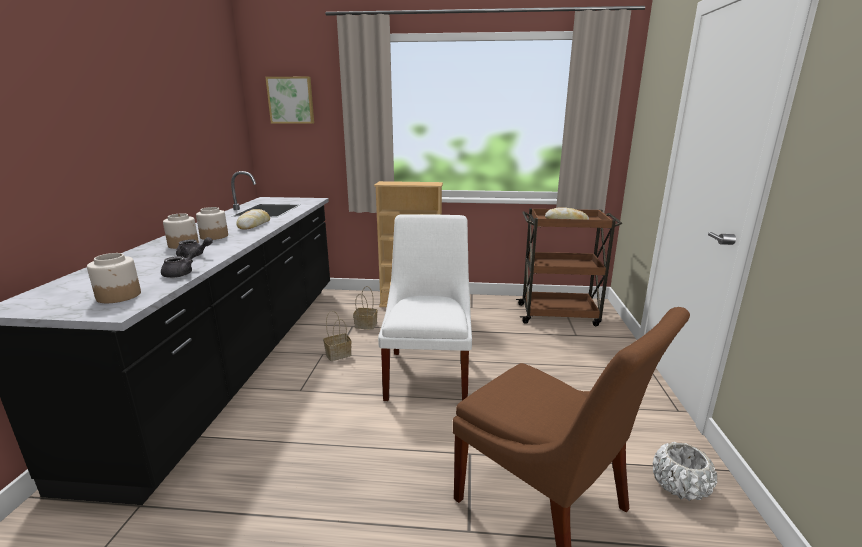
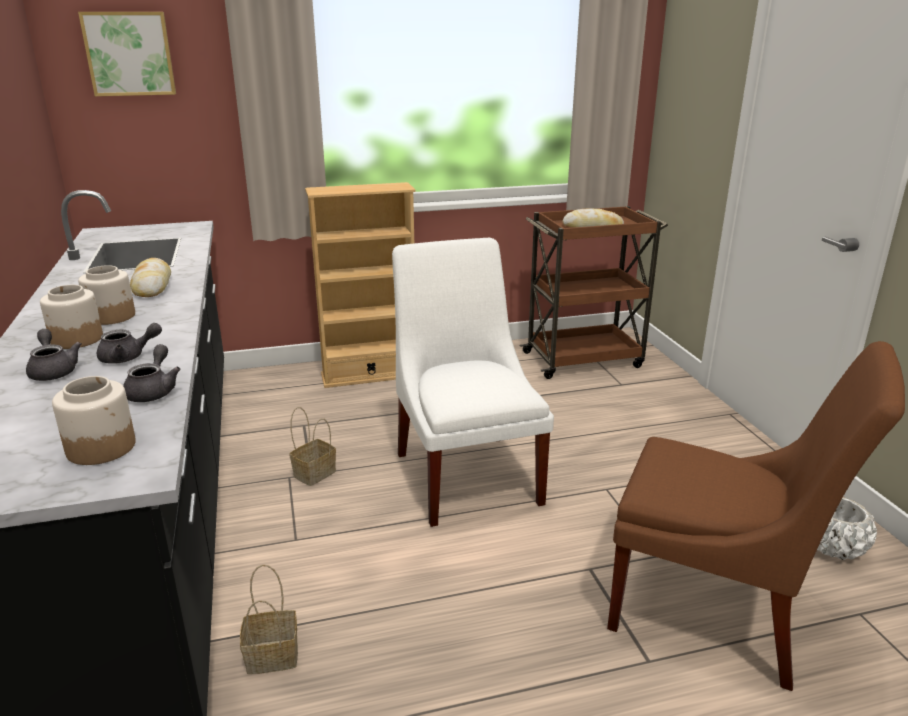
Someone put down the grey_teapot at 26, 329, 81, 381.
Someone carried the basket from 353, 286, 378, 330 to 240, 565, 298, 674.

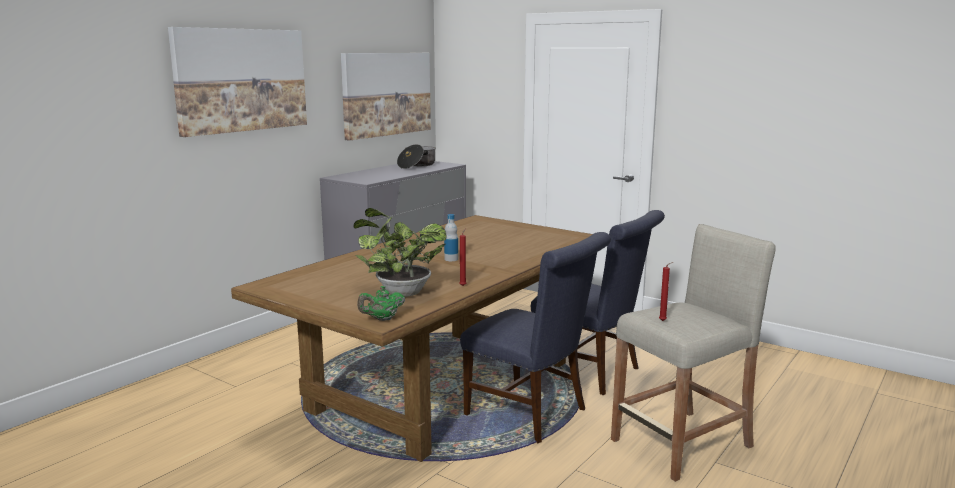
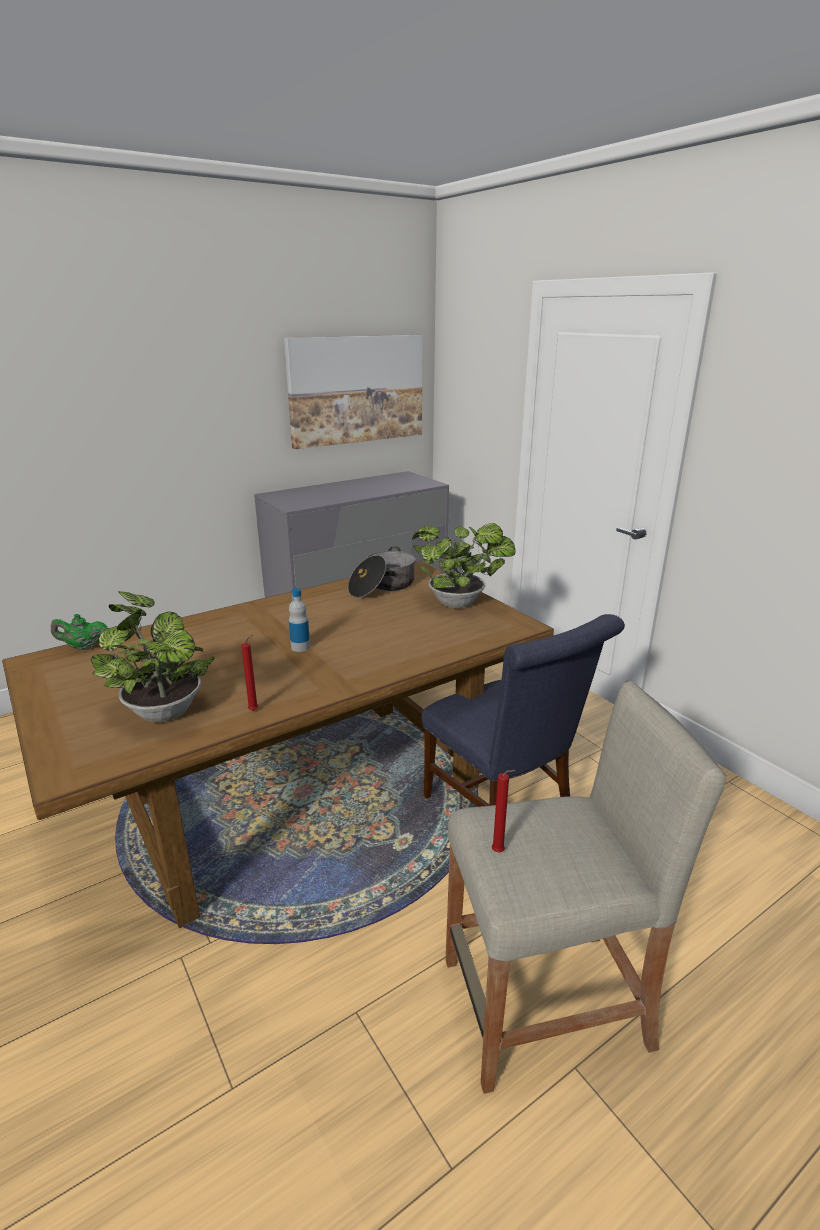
Someone took away the picture at 168, 27, 307, 137.
Someone took away the blue_chair at 460, 232, 611, 443.
Someone put down the potted_plant at 412, 523, 516, 608.
Someone carried the green_teapot from 357, 286, 405, 321 to 51, 614, 108, 650.
Someone carried the cooking_pot from 397, 144, 436, 169 to 348, 547, 416, 598.

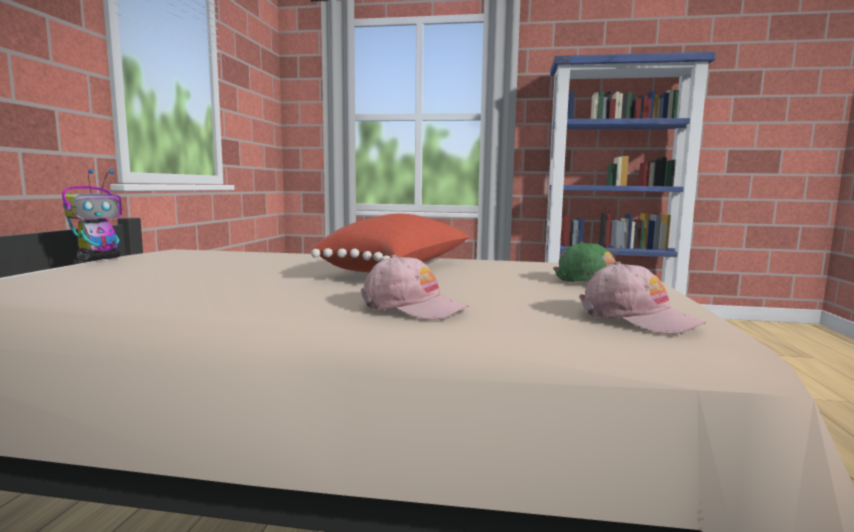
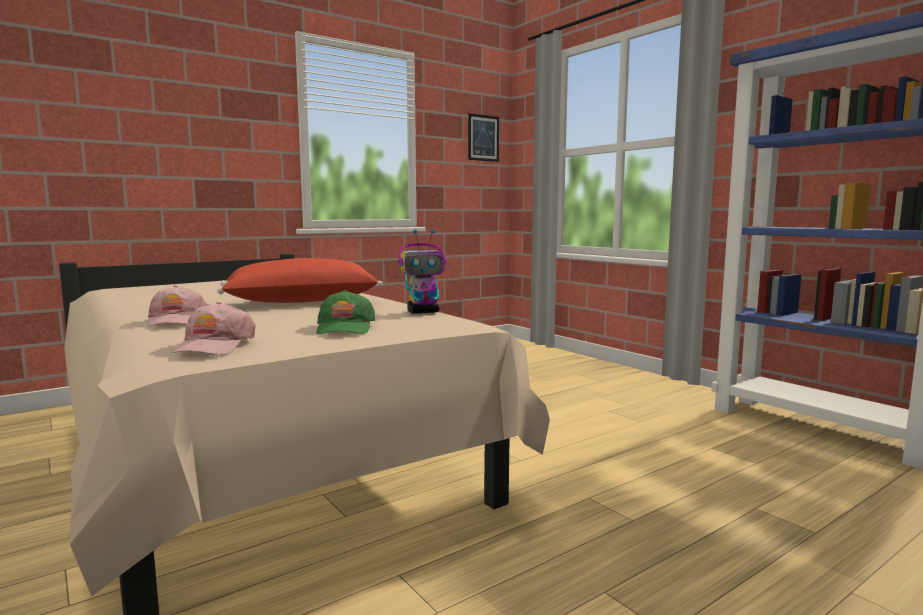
Someone put up the picture at 468, 113, 499, 162.
Someone carried the toy_robot from 62, 169, 122, 261 to 398, 229, 446, 314.

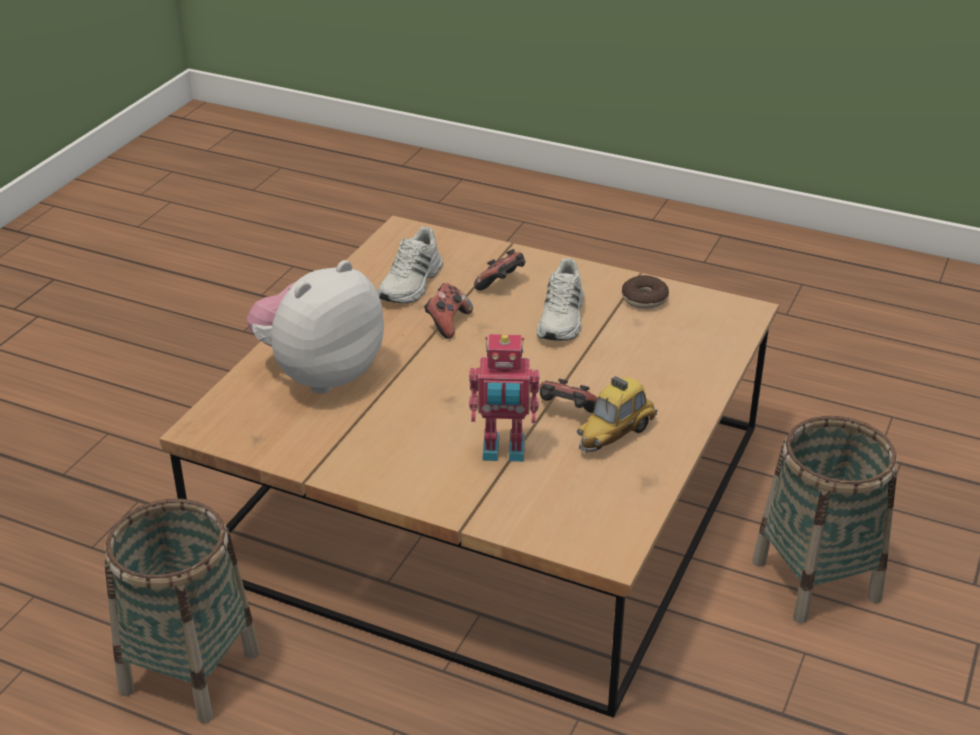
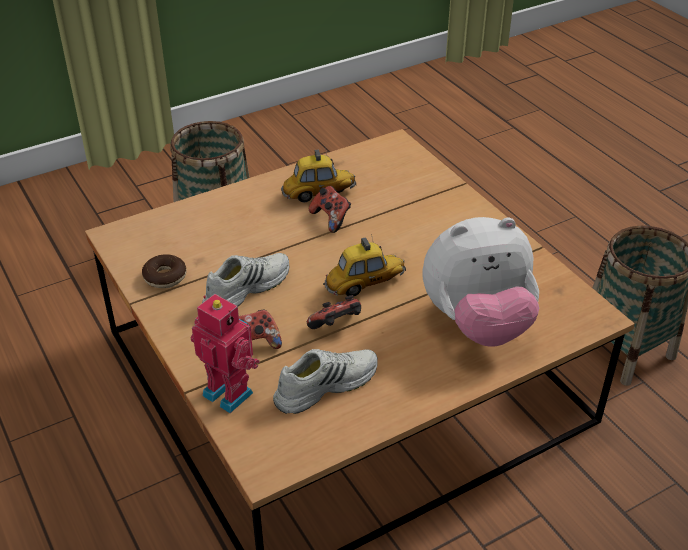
Someone put down the toy_car at 323, 234, 406, 296.
Someone carried the toy_robot from 469, 334, 540, 462 to 191, 294, 260, 413.

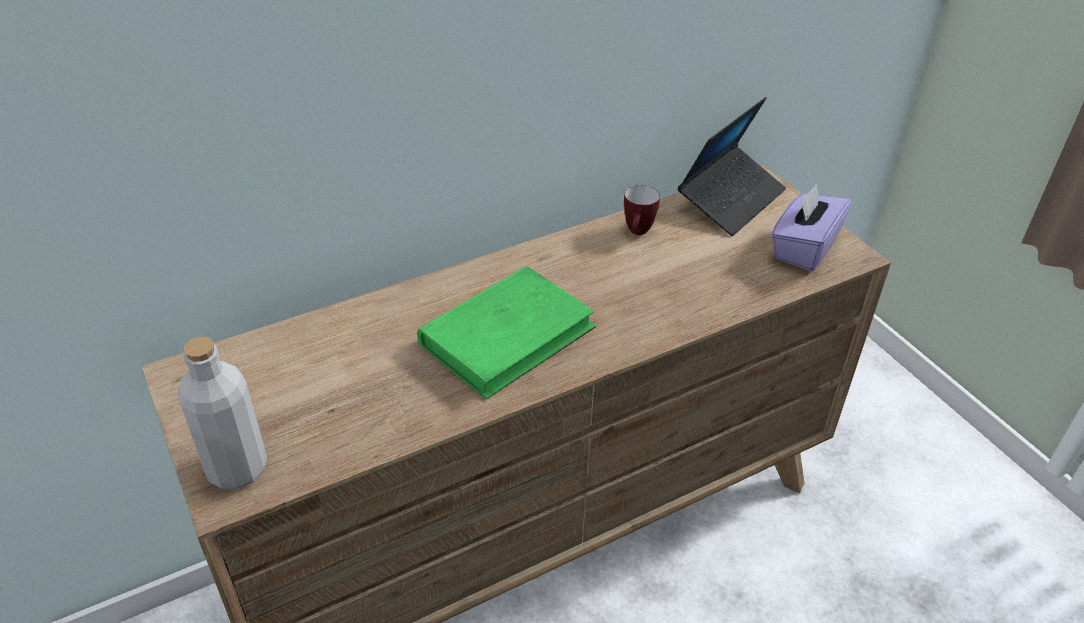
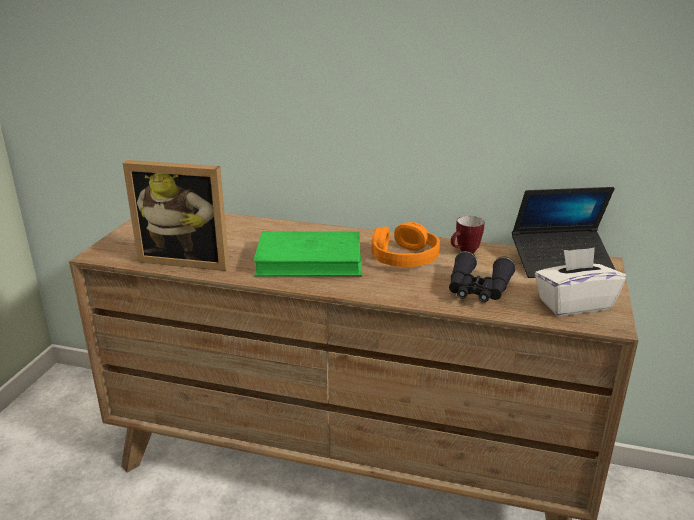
Someone took away the grey_bottle at 178, 337, 267, 489.
Someone put down the picture_frame at 123, 160, 229, 271.
Someone put down the orange_headphones at 371, 222, 440, 267.
Someone put down the black_binoculars at 449, 251, 516, 302.
Someone repainted the purple_tissue_box at 771, 183, 851, 271, which became the white_tissue_box at 535, 247, 626, 316.

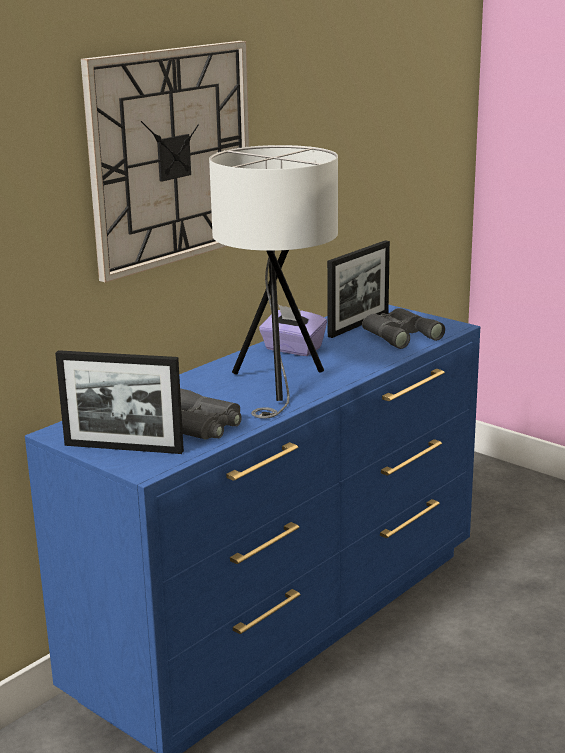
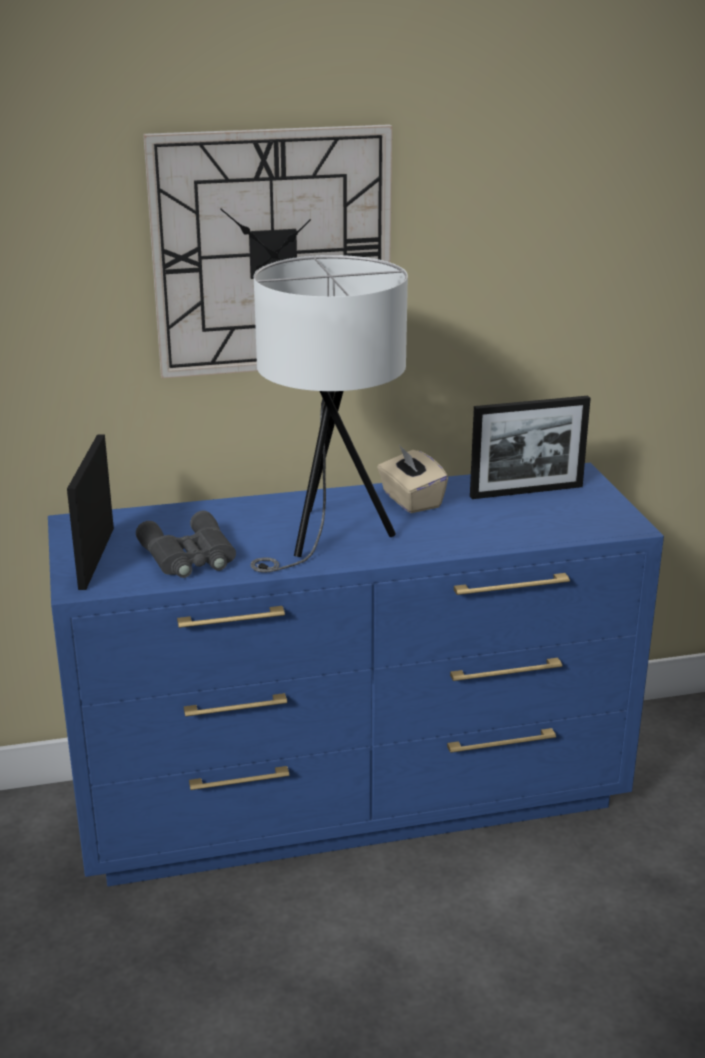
Someone took away the grey_binoculars at 362, 308, 445, 349.
Someone repainted the purple_tissue_box at 259, 305, 327, 356, which became the beige_tissue_box at 377, 446, 448, 513.
Someone rotated the picture_frame at 55, 350, 184, 454 by 45 degrees clockwise.

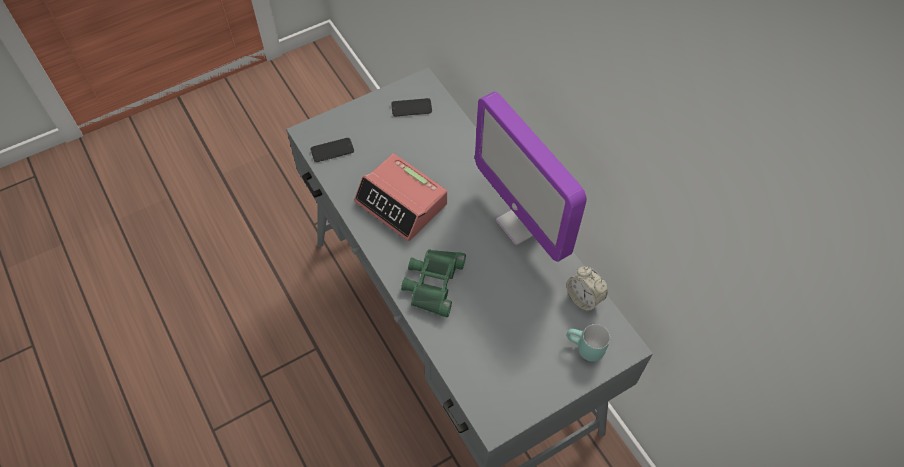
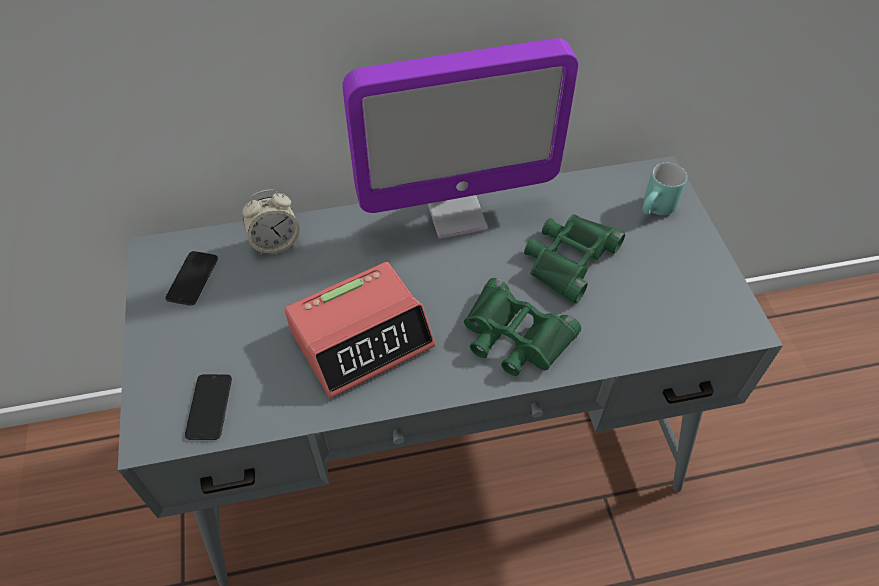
Someone put down the green_binoculars at 524, 214, 625, 303.
Someone carried the alarm_clock from 566, 266, 607, 312 to 242, 189, 300, 255.

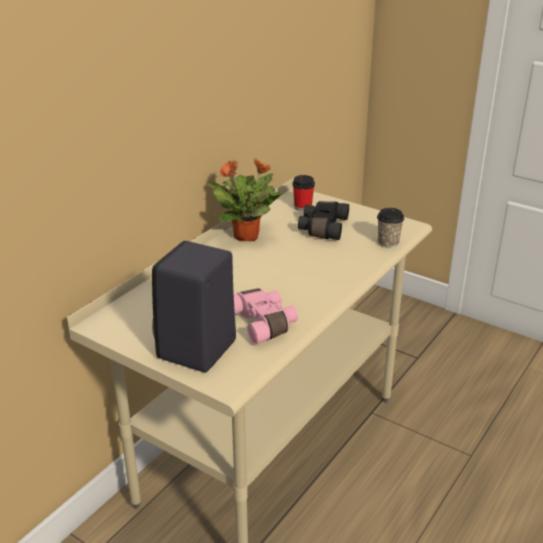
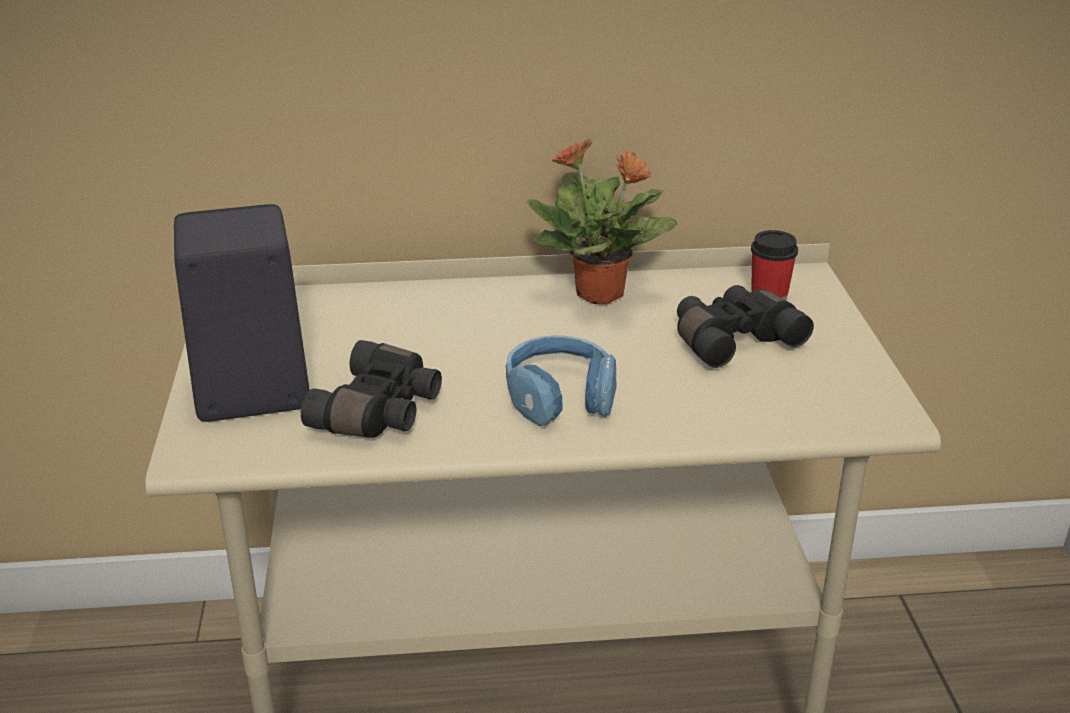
Someone took away the cup at 377, 208, 404, 248.
Someone put down the blue_headphones at 506, 335, 616, 426.
Someone repainted the pink_binoculars at 234, 288, 298, 344, which became the black_binoculars at 301, 340, 442, 438.

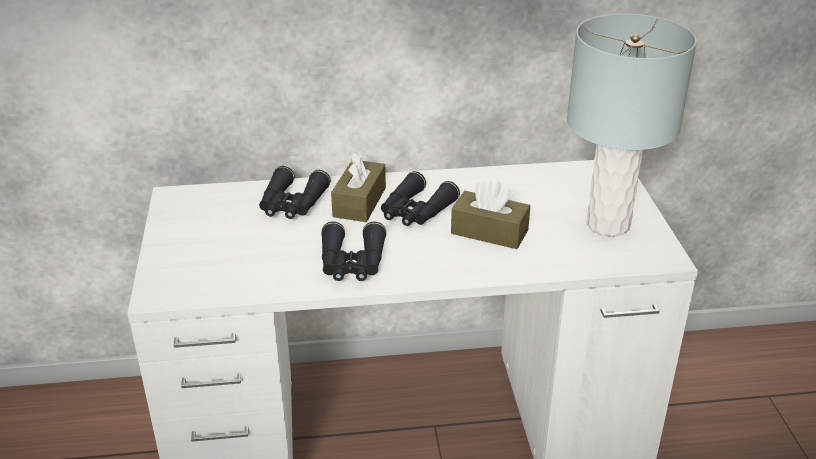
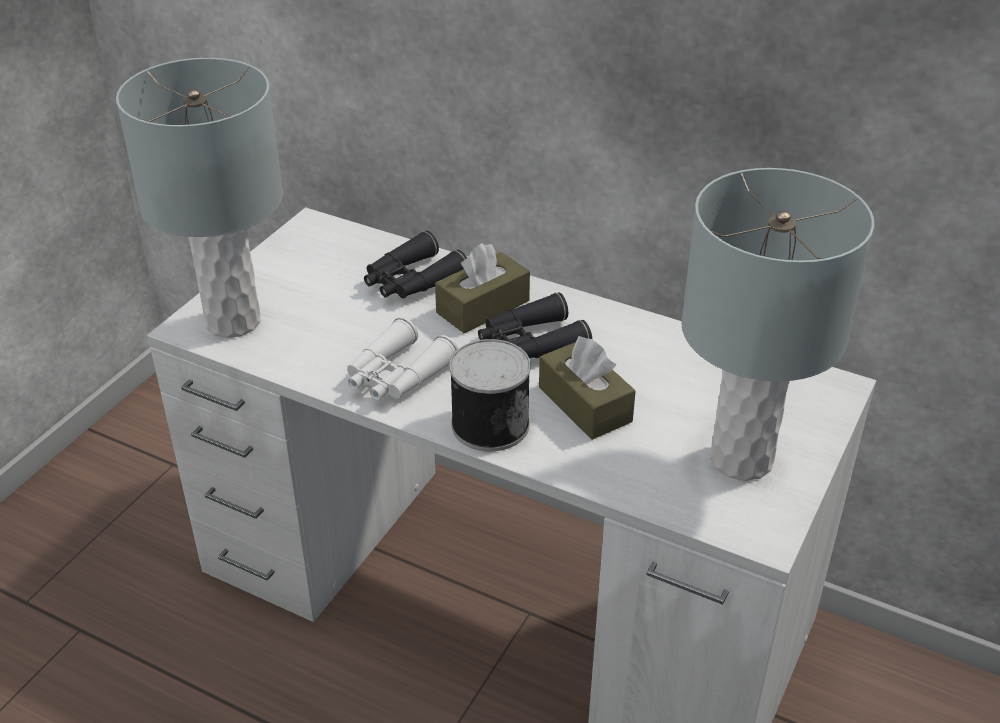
Someone put down the grey_table_lamp at 116, 58, 283, 338.
Someone put down the can at 449, 339, 531, 451.
Someone repainted the black_binoculars at 321, 222, 387, 281, which became the white_binoculars at 347, 317, 459, 400.

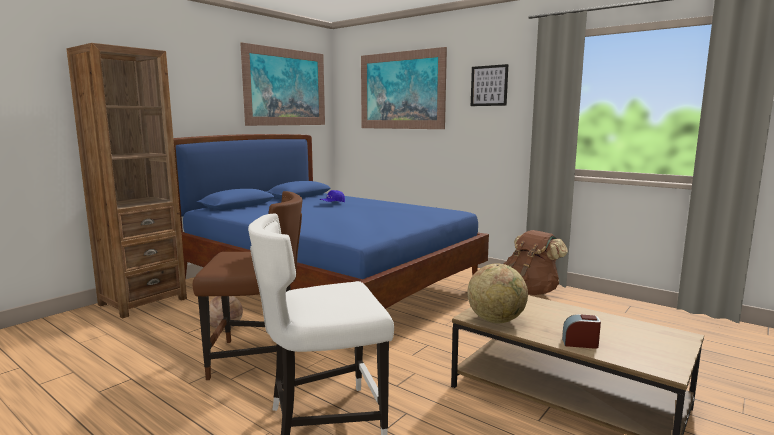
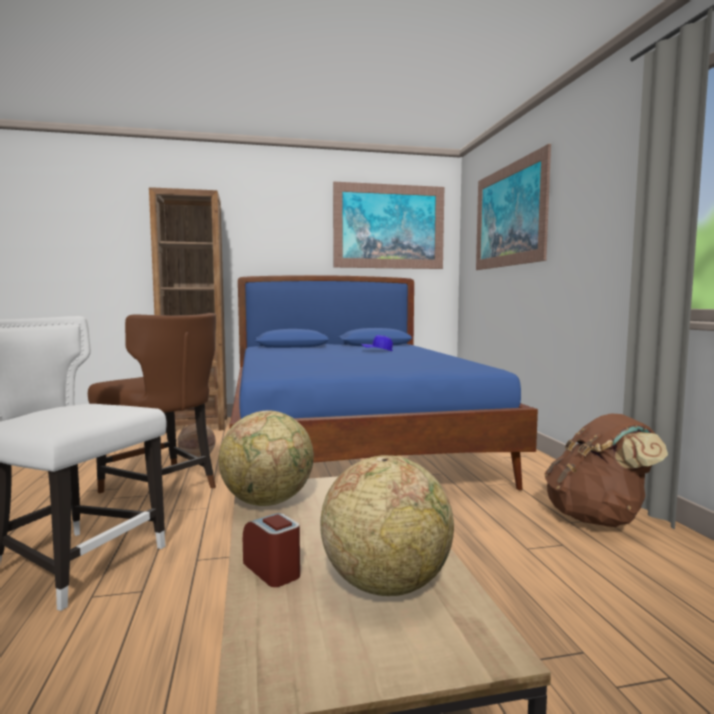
Someone took away the picture at 471, 64, 508, 106.
Someone put down the globe at 320, 455, 454, 596.

